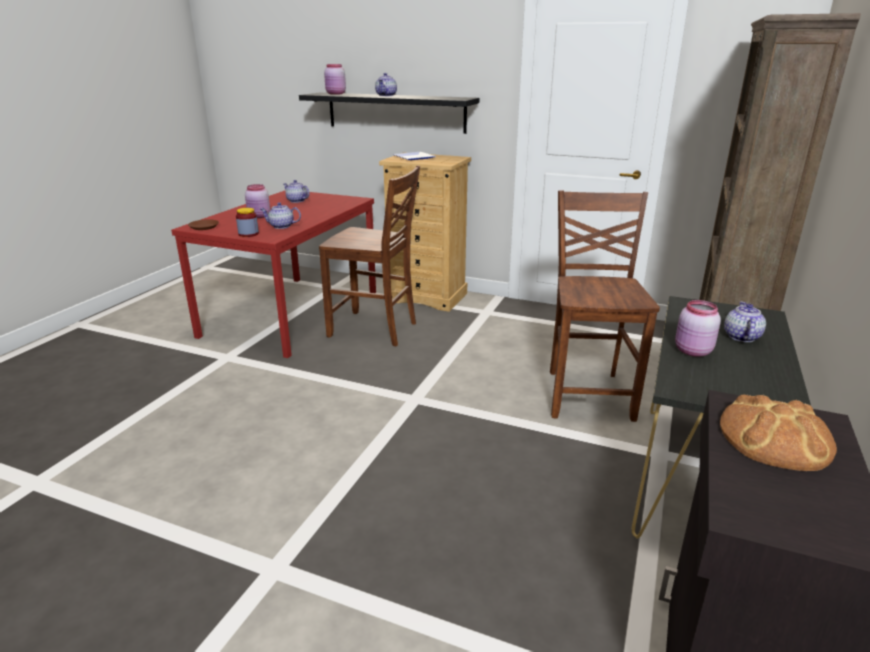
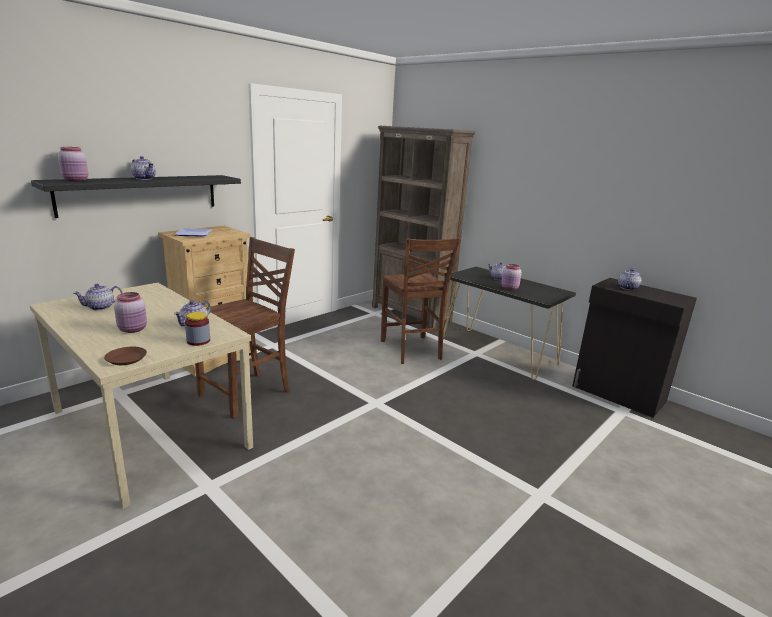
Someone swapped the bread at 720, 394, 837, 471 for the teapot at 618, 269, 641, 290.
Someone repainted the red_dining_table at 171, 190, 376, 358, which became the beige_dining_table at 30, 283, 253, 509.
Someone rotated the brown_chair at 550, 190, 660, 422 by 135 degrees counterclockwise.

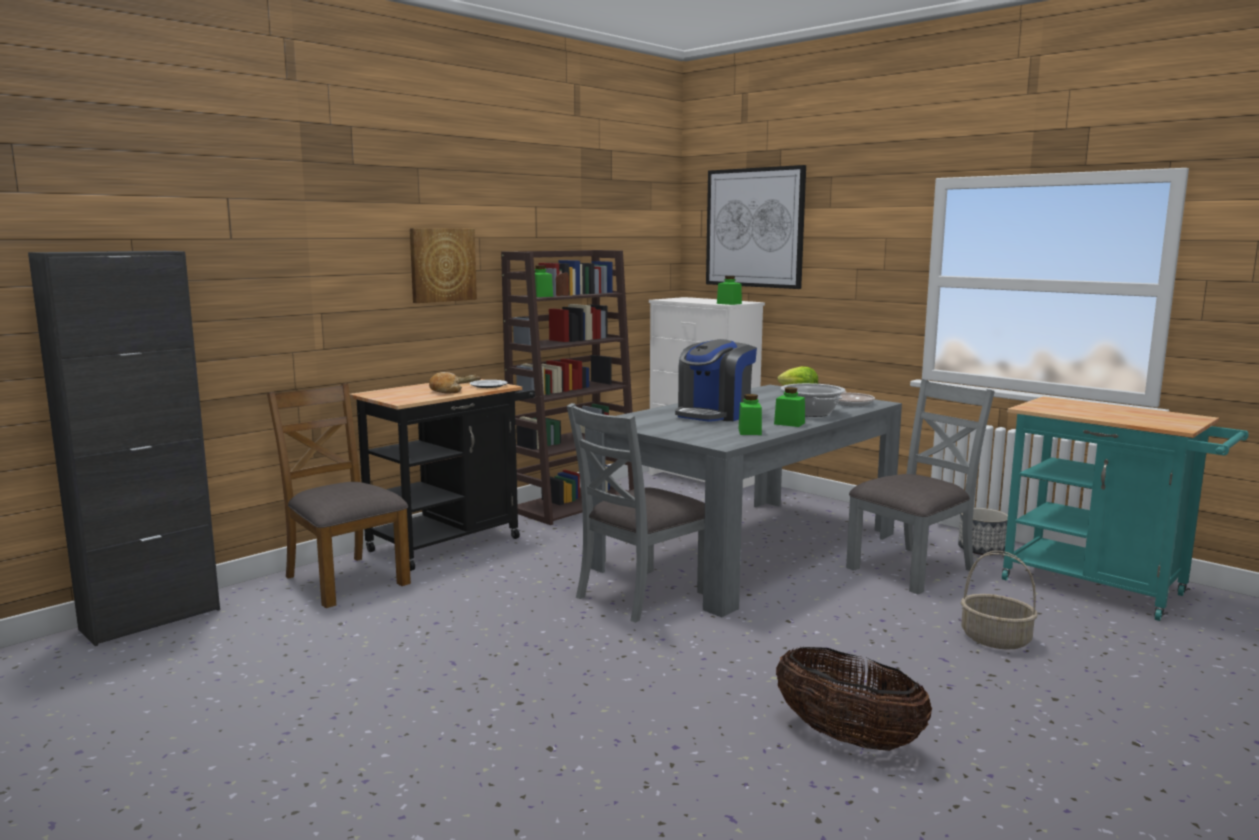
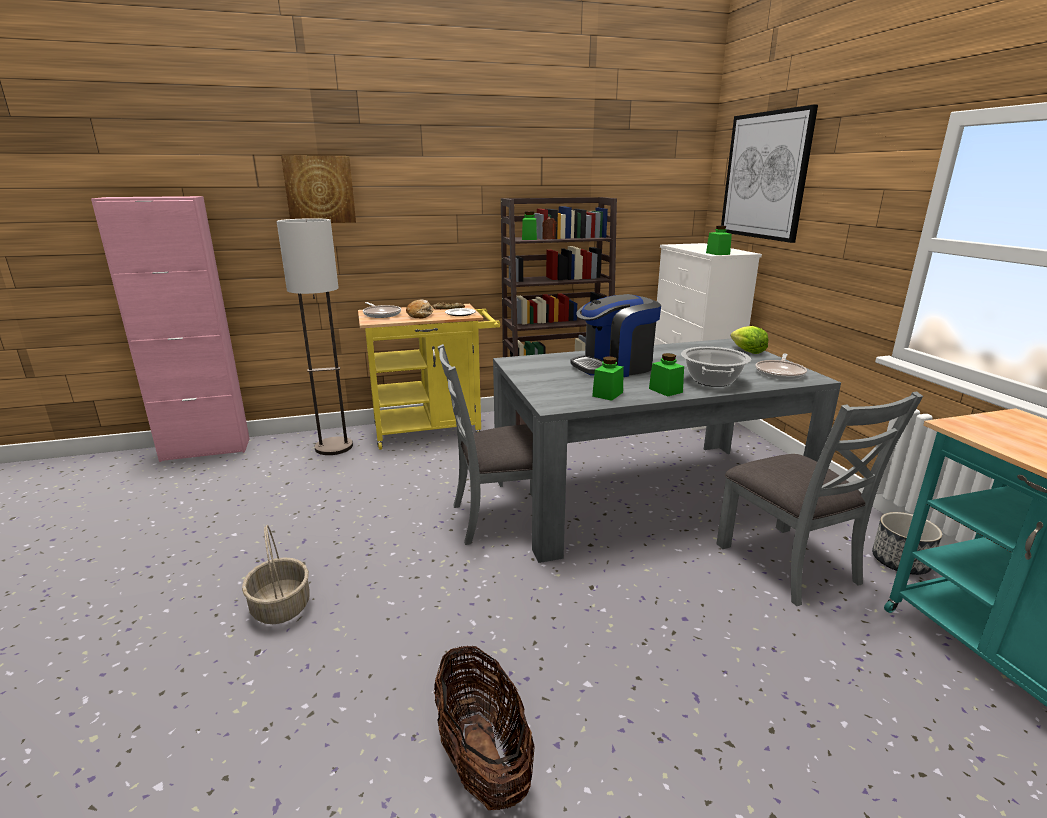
Someone put down the frying_pan at 363, 302, 401, 318.
Someone carried the picture from 410, 228, 477, 303 to 281, 155, 356, 223.
Someone carried the basket from 961, 551, 1038, 650 to 242, 525, 310, 624.
Someone swapped the brown_chair at 267, 383, 411, 608 for the floor_lamp at 277, 218, 353, 455.
Someone repainted the black_cabinet at 28, 251, 220, 646, which became the pink_cabinet at 91, 196, 250, 462.
Someone repainted the black_cart at 350, 379, 535, 571, which became the yellow_cart at 358, 304, 500, 450.
Someone rotated the grey_chair at 846, 379, 995, 594 by 75 degrees clockwise.

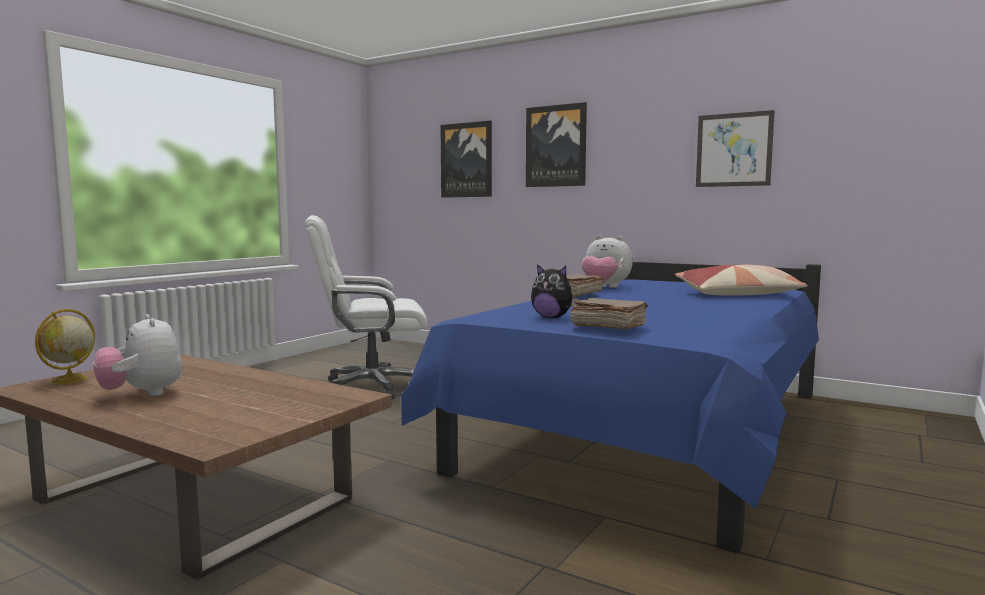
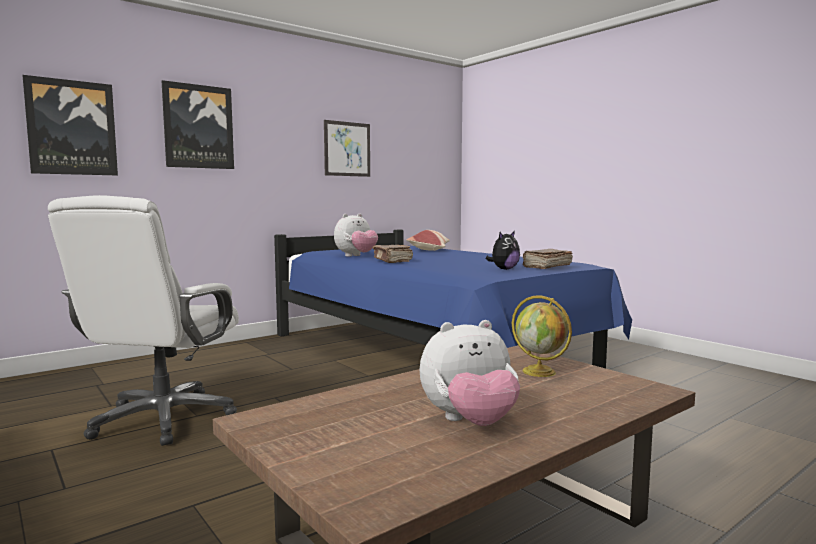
Someone carried the globe from 35, 309, 95, 384 to 512, 296, 572, 377.

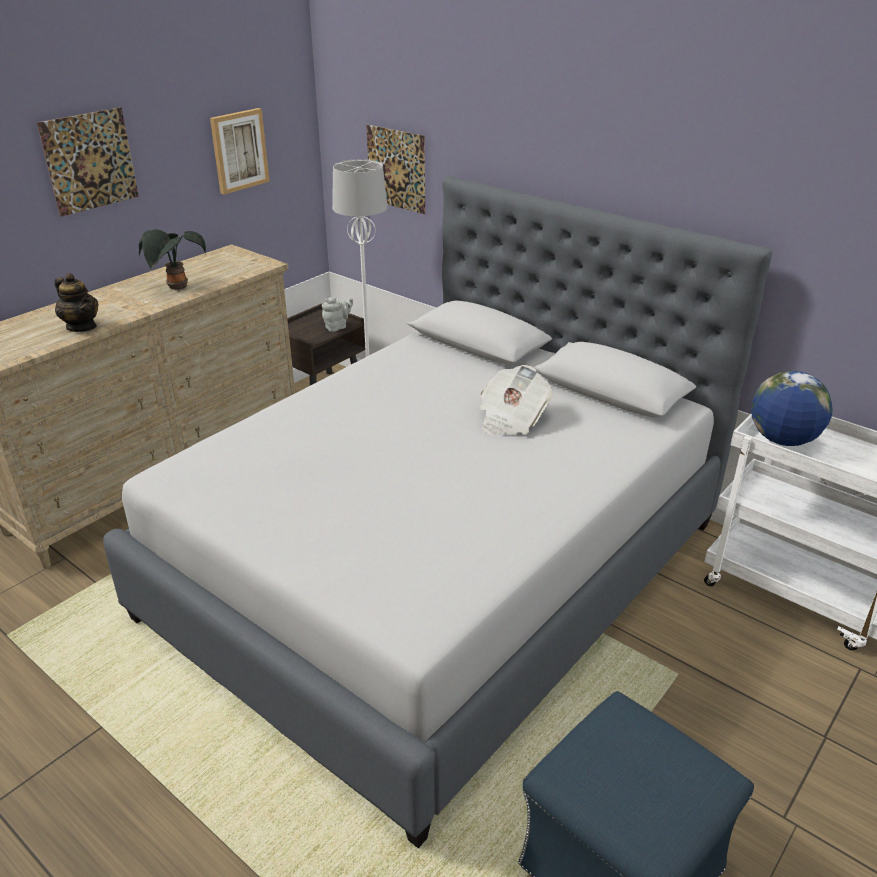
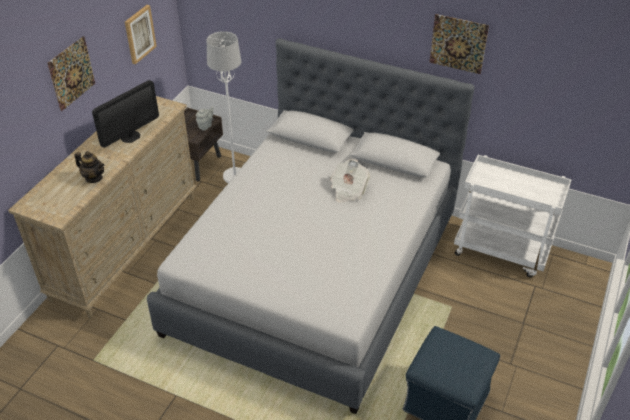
Someone took away the globe at 751, 371, 833, 446.
Someone carried the picture from 366, 125, 425, 214 to 430, 14, 489, 74.
Someone swapped the potted_plant at 139, 230, 206, 290 for the monitor at 92, 80, 159, 148.

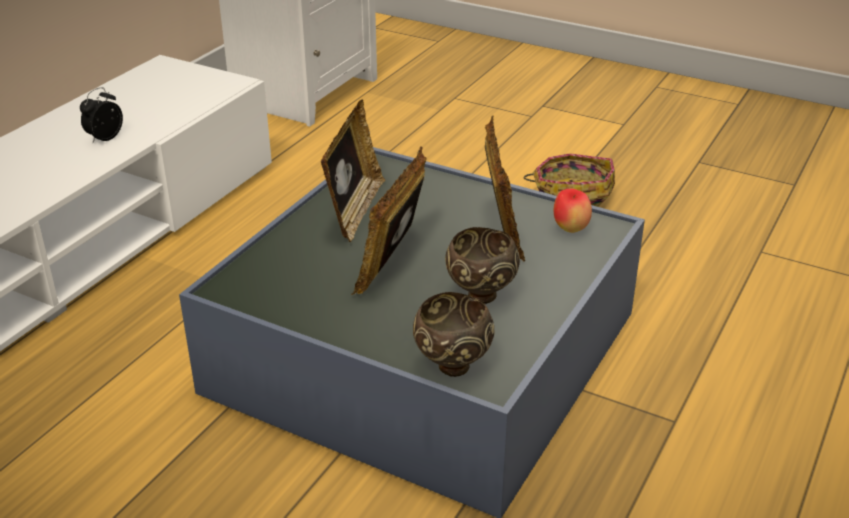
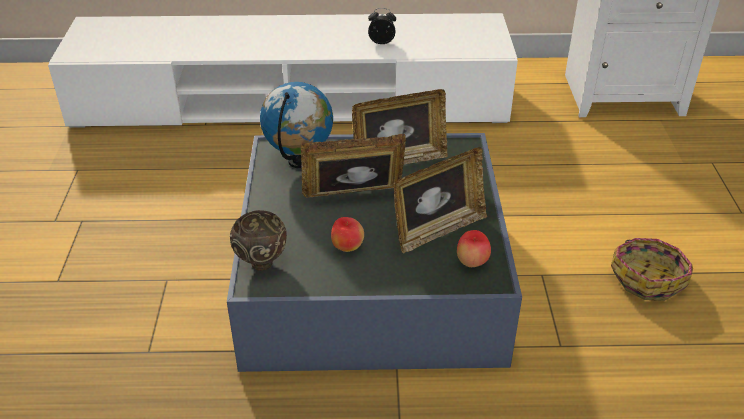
Someone put down the globe at 260, 82, 333, 169.
Someone swapped the brown_bowl at 445, 227, 520, 304 for the apple at 331, 217, 364, 252.

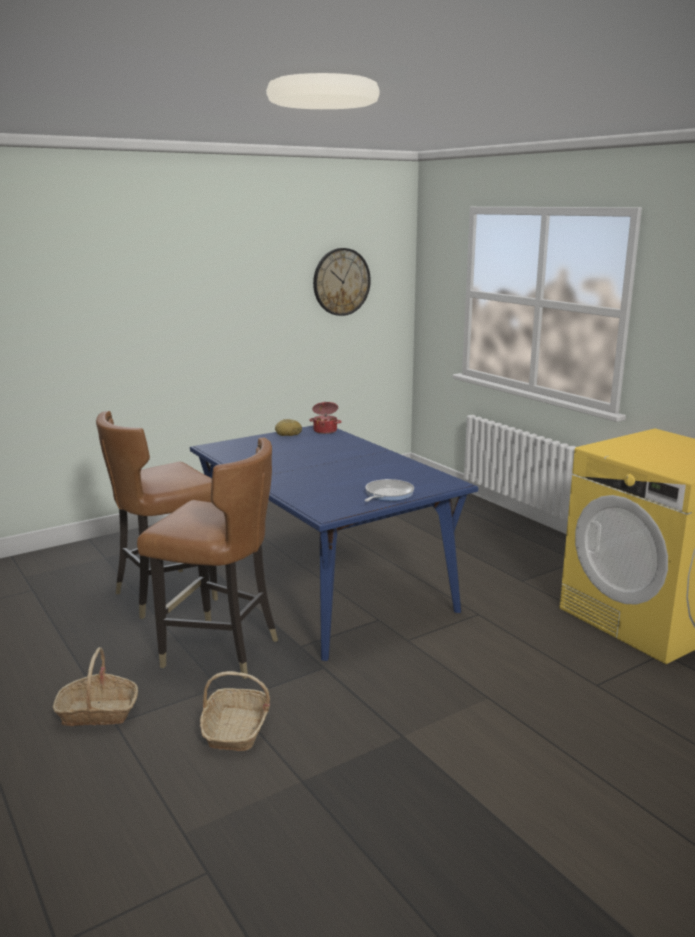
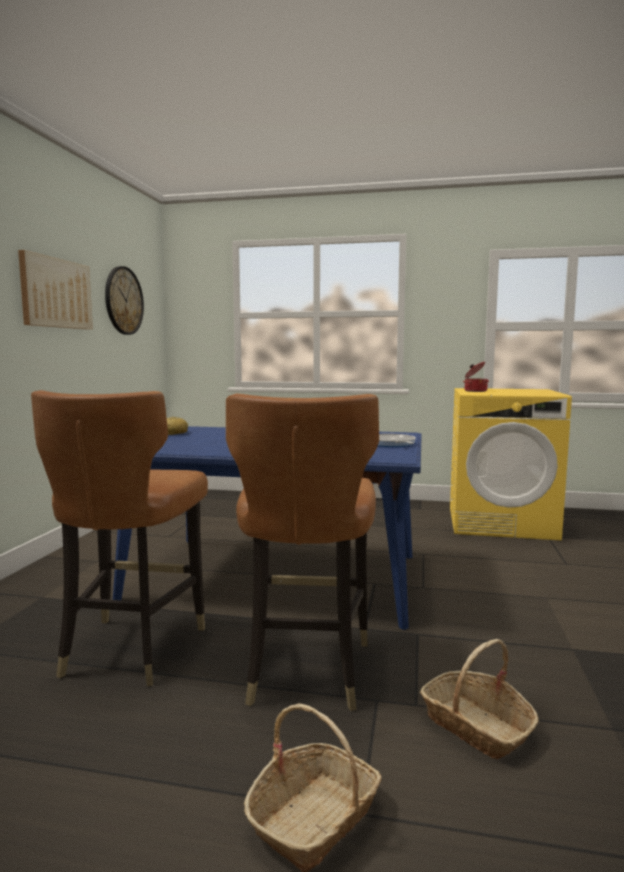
Someone put up the picture at 18, 250, 93, 329.
Someone carried the cooking_pot from 309, 402, 342, 434 to 463, 362, 489, 392.
Someone rotated the brown_chair at 137, 438, 278, 679 by 120 degrees clockwise.

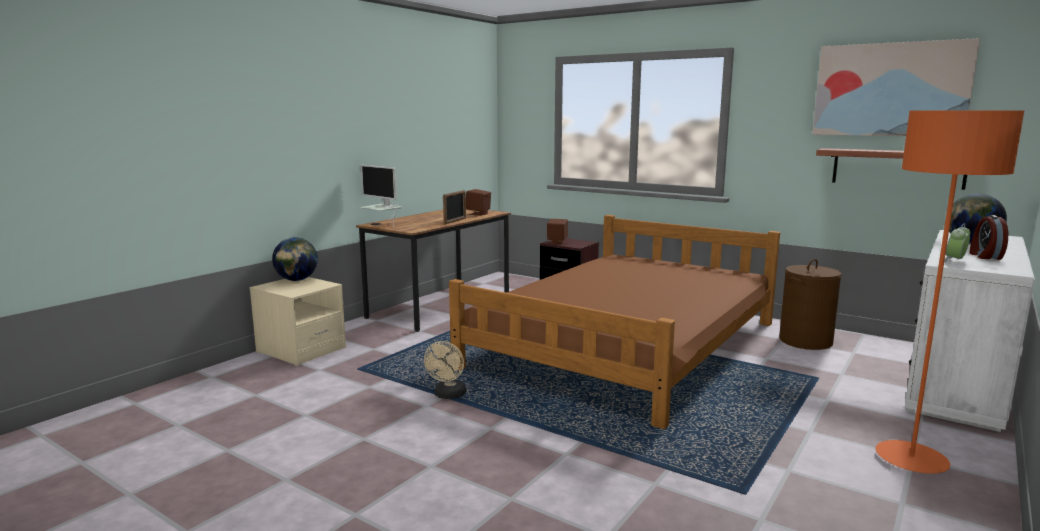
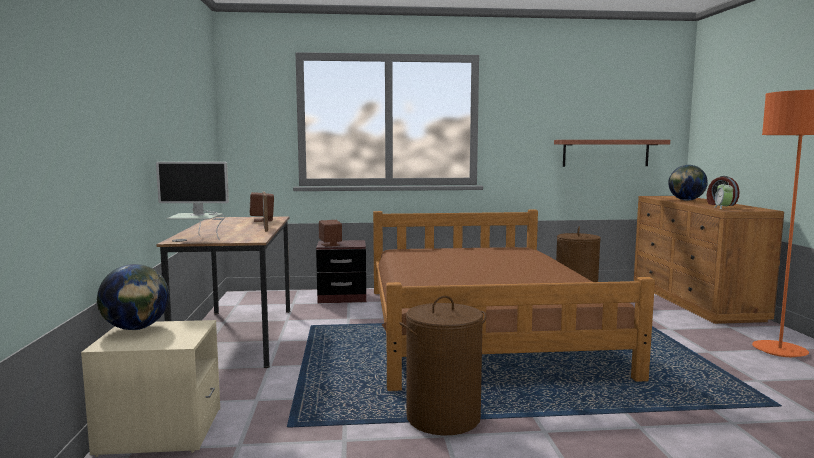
Someone took away the picture at 813, 38, 980, 136.
Someone swapped the beige_fan at 424, 341, 466, 399 for the brown_laundry_basket at 400, 296, 487, 435.
Someone repainted the white_dresser at 905, 230, 1035, 432, which became the brown_dresser at 634, 196, 784, 324.

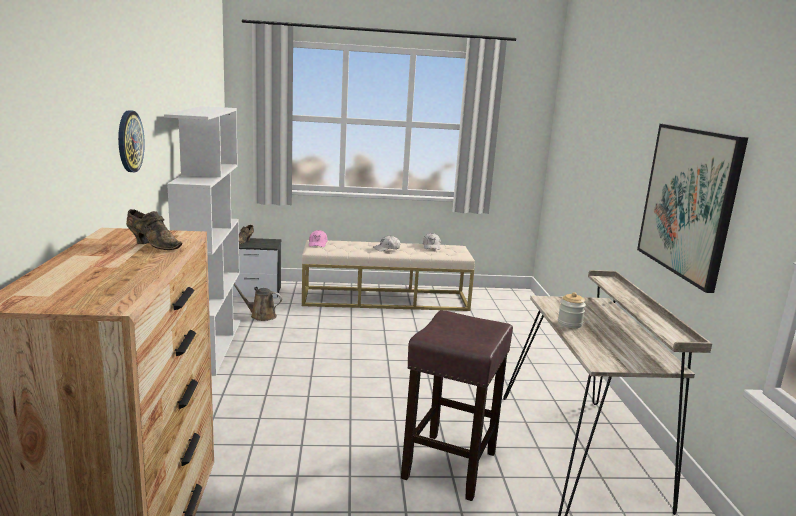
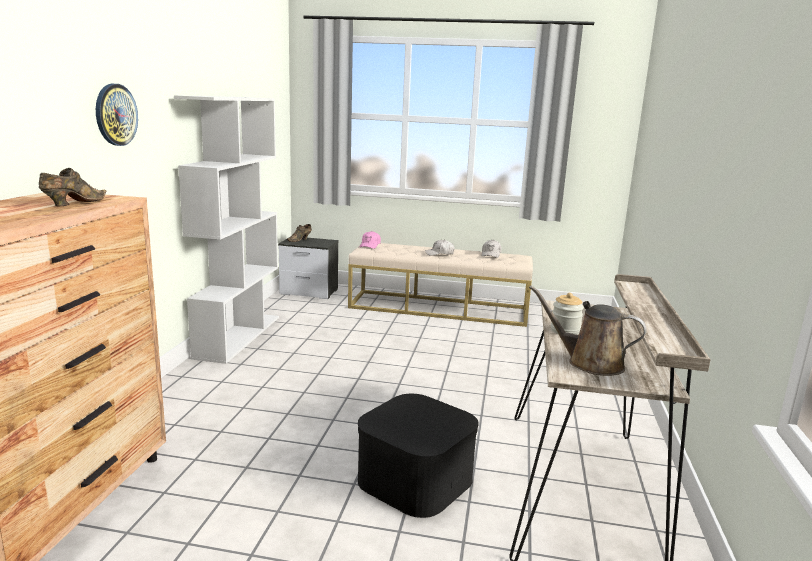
Someone took away the picture at 637, 124, 748, 293.
Someone carried the brown_watering_can from 234, 283, 282, 321 to 529, 286, 647, 376.
Someone swapped the brown_stool at 401, 310, 513, 501 for the black_storage_box at 357, 394, 479, 518.
Someone rotated the brown_shoe at 126, 209, 182, 250 by 105 degrees counterclockwise.

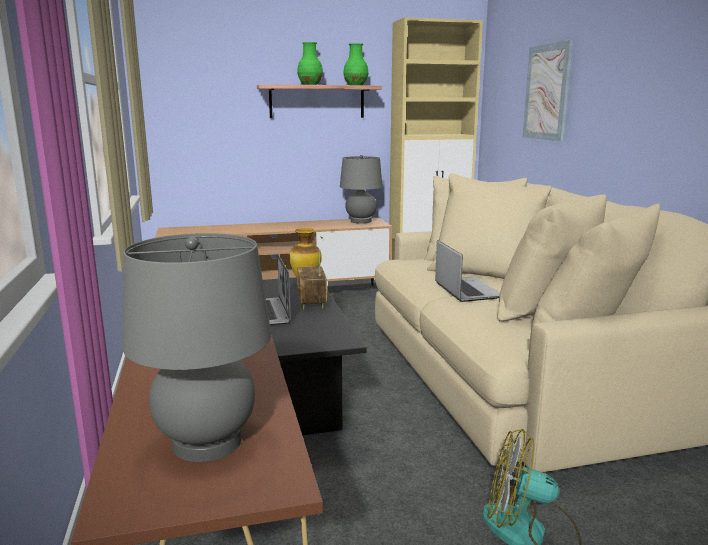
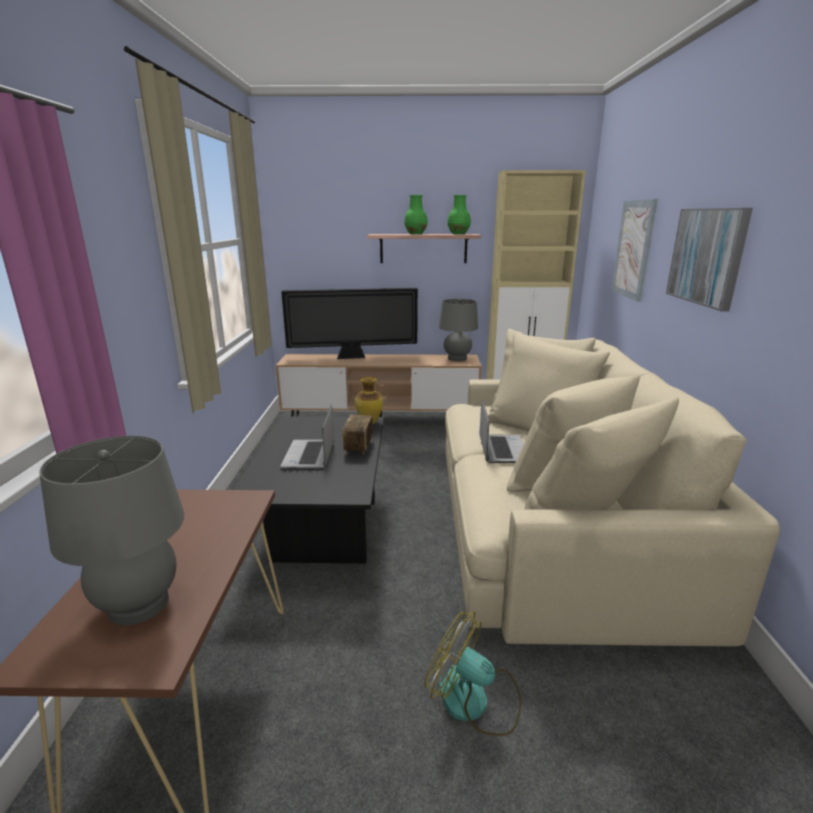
Someone put down the television at 281, 288, 418, 359.
Someone put up the picture at 666, 208, 753, 312.

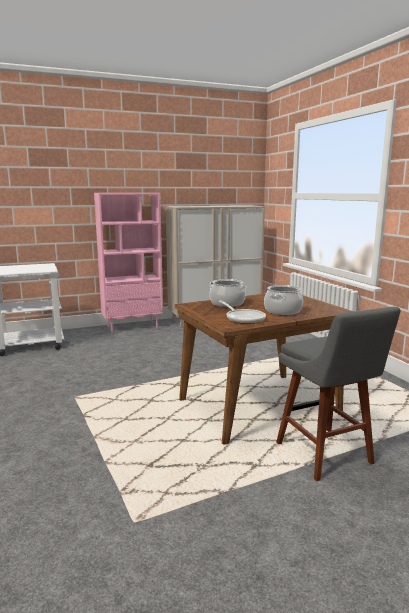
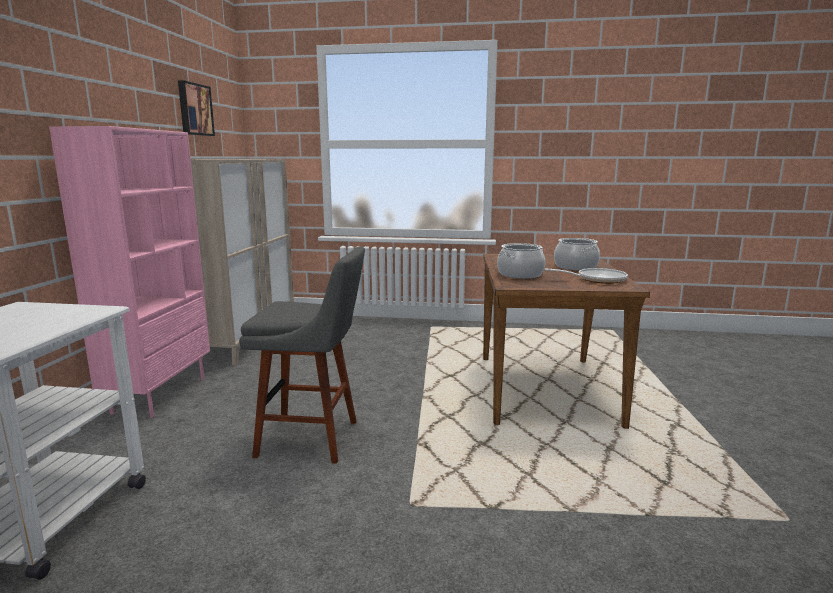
Someone put up the picture at 178, 80, 215, 136.
Someone carried the grey_stool from 276, 307, 401, 481 to 239, 246, 365, 464.

